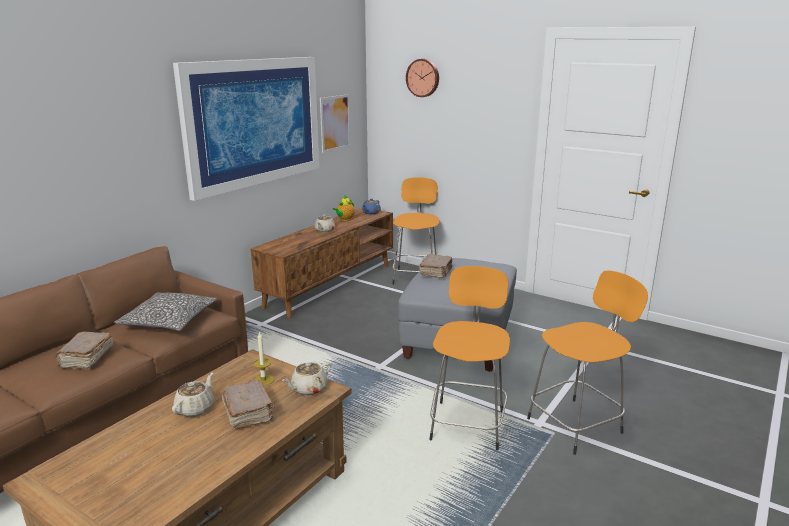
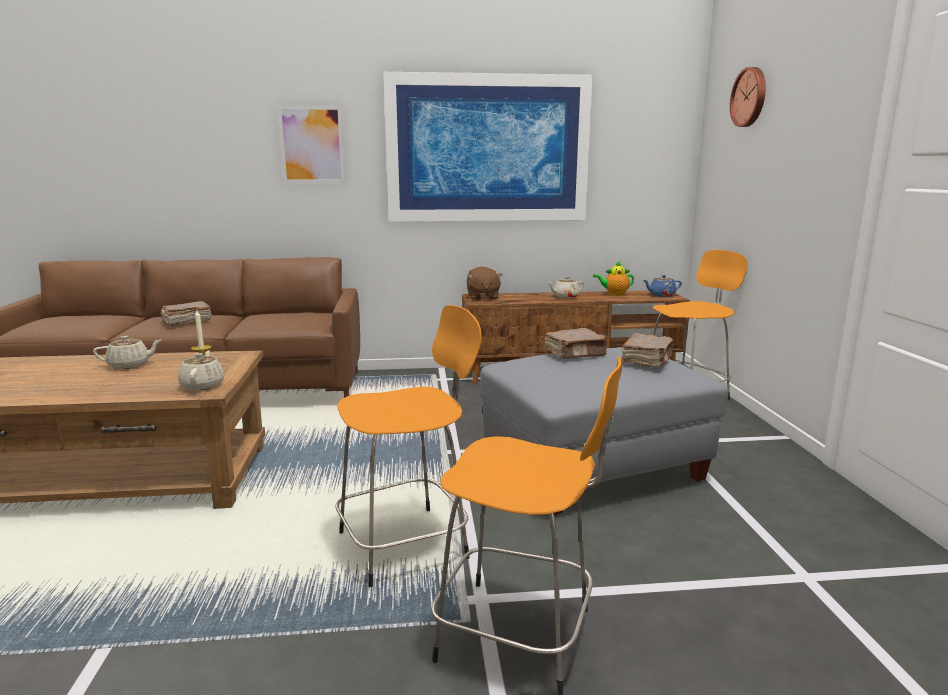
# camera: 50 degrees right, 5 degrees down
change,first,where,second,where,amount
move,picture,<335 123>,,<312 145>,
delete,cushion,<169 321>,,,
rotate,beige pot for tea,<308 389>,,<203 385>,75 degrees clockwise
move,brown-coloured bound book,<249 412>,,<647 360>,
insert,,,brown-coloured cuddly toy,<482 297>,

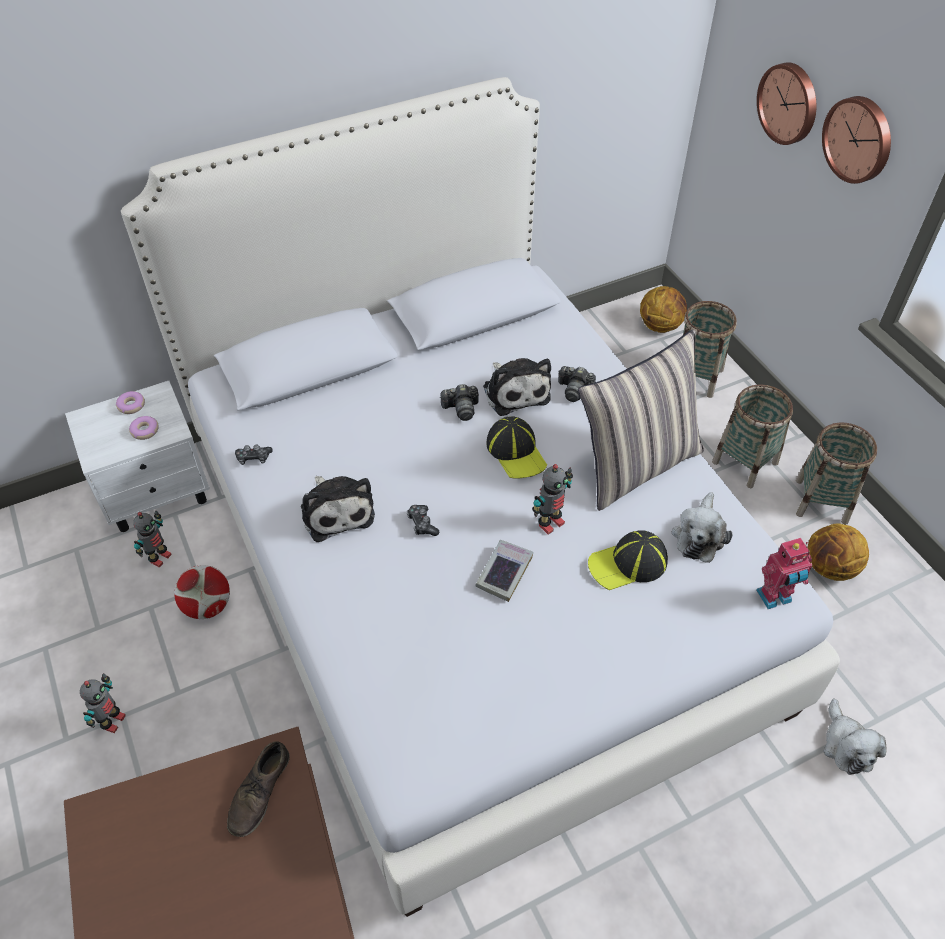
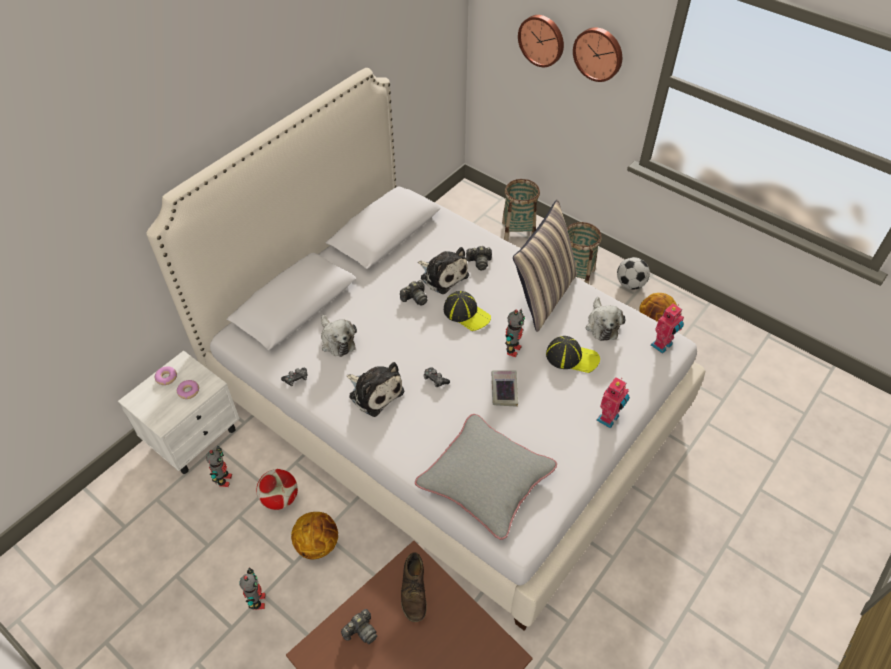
# camera: 25 degrees left, 0 degrees up
change,first,where,second,where,amount
move,basketball ball,<660 325>,,<318 544>,
replace,basket,<821 501>,ball for football,<630 284>,
rotate,peaked cap,<628 564>,,<572 357>,120 degrees counterclockwise
move,cuddly toy,<846 745>,,<337 341>,
insert,,,toy robot,<609 419>,
insert,,,greyish cushion,<486 479>,
insert,,,still camera,<361 631>,

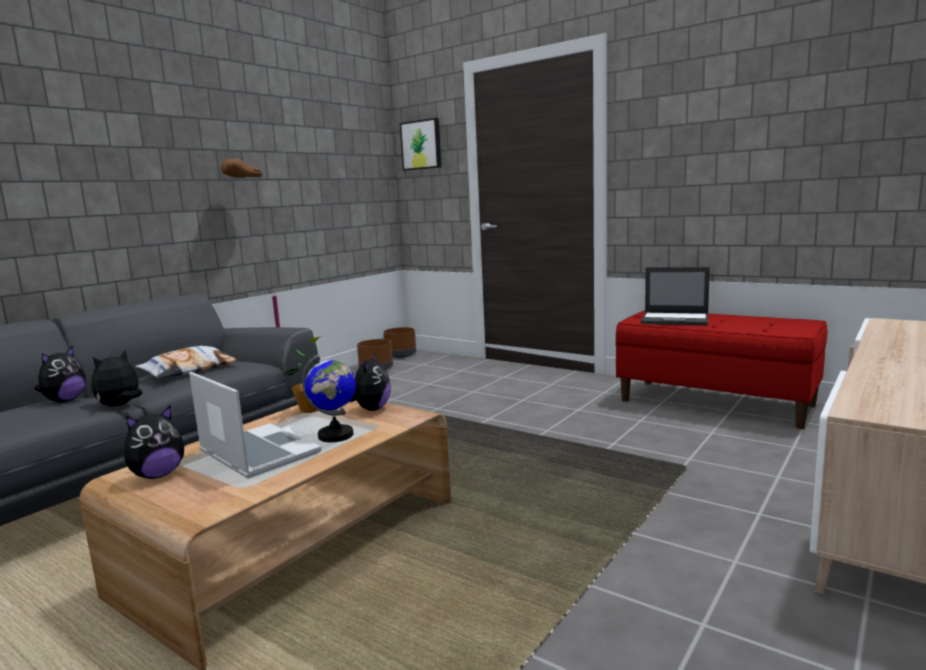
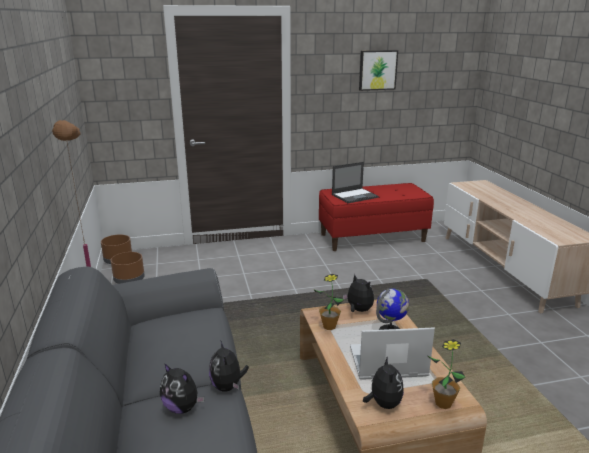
# camera: 50 degrees left, 10 degrees up
change,first,where,second,where,amount
move,picture,<421 145>,,<377 70>,
rotate,cuddly toy,<64 401>,,<182 407>,150 degrees clockwise
delete,cushion,<189 370>,,,
insert,,,houseplant,<443 403>,

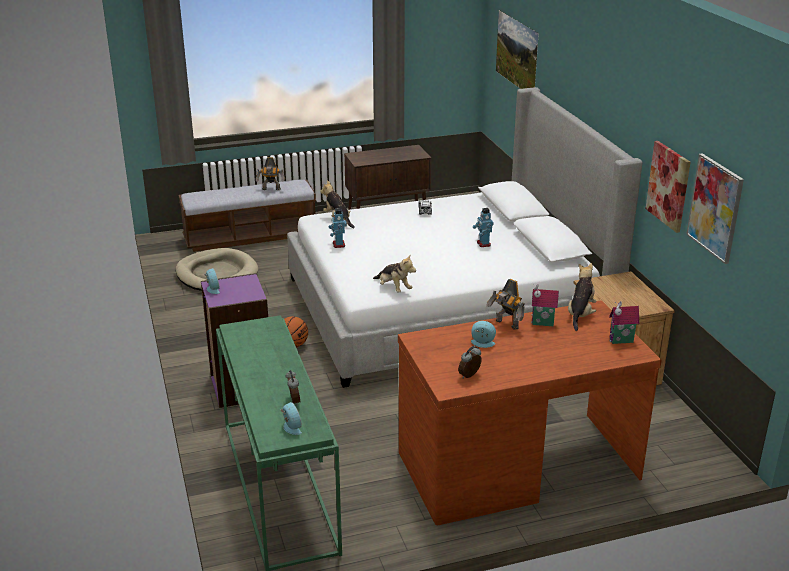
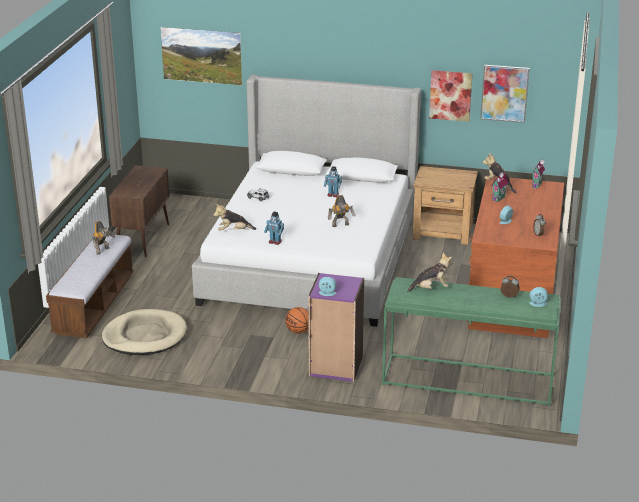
# camera: 60 degrees left, 0 degrees up
change,first,where,second,where,amount
move,cuddly toy,<393 288>,,<431 288>,
move,toy robot,<506 324>,,<341 225>,

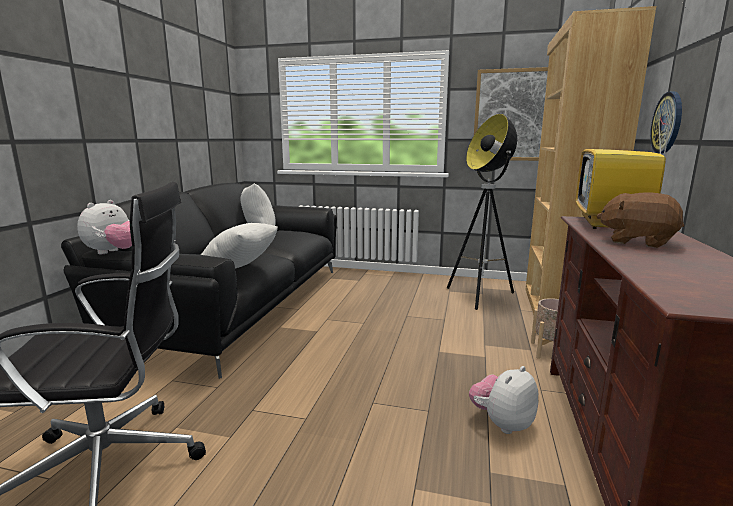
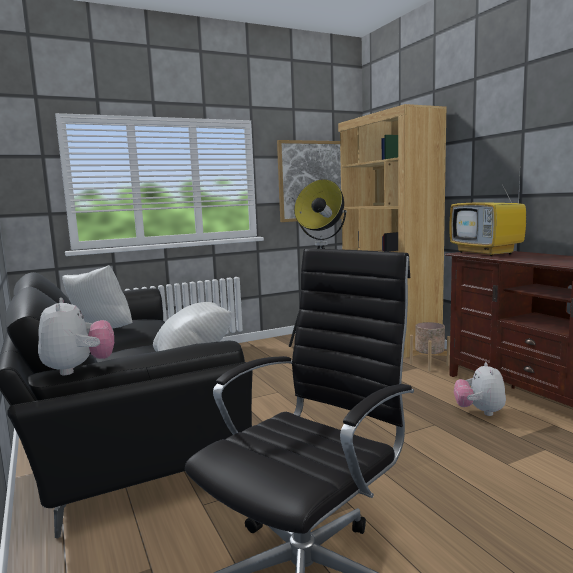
# camera: 40 degrees left, 5 degrees down
change,first,where,second,where,amount
delete,wall clock,<667 123>,,,
delete,brown-coloured cuddly toy,<637 241>,,,

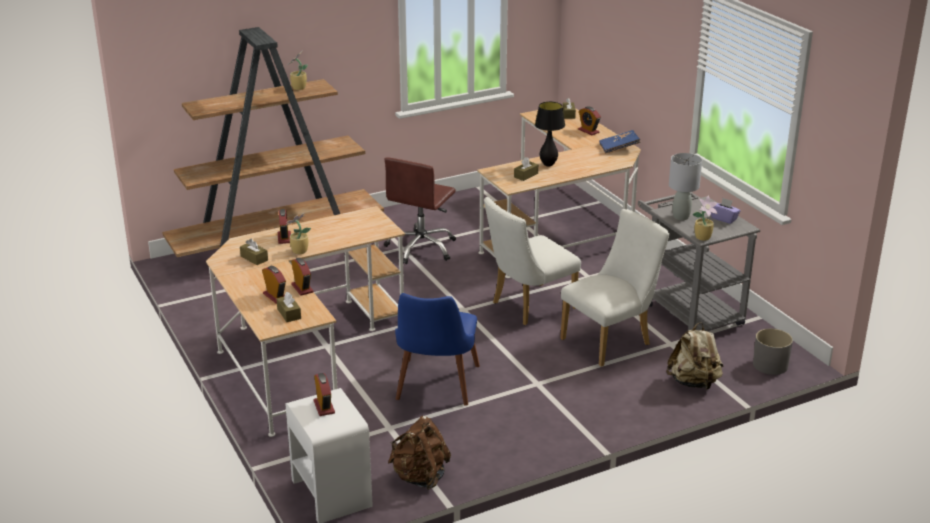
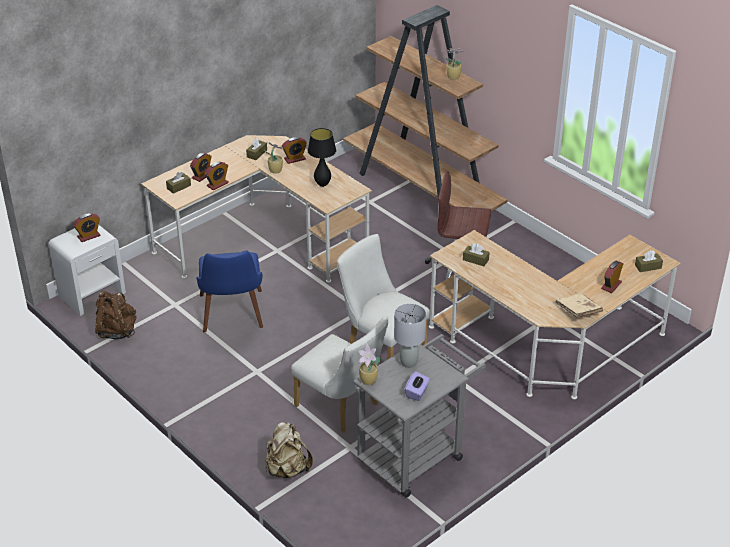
# camera: 75 degrees right, 10 degrees up
change,first,where,second,where,amount
move,black-coloured lamp for a table,<548 164>,,<322 184>,
recolor,blue-coloured bound book,<619 148>,beige bound book,<578 311>,
rotate,blue-coloured plain chair,<435 389>,,<232 317>,90 degrees counterclockwise
delete,greyish plant pot,<770 365>,,,

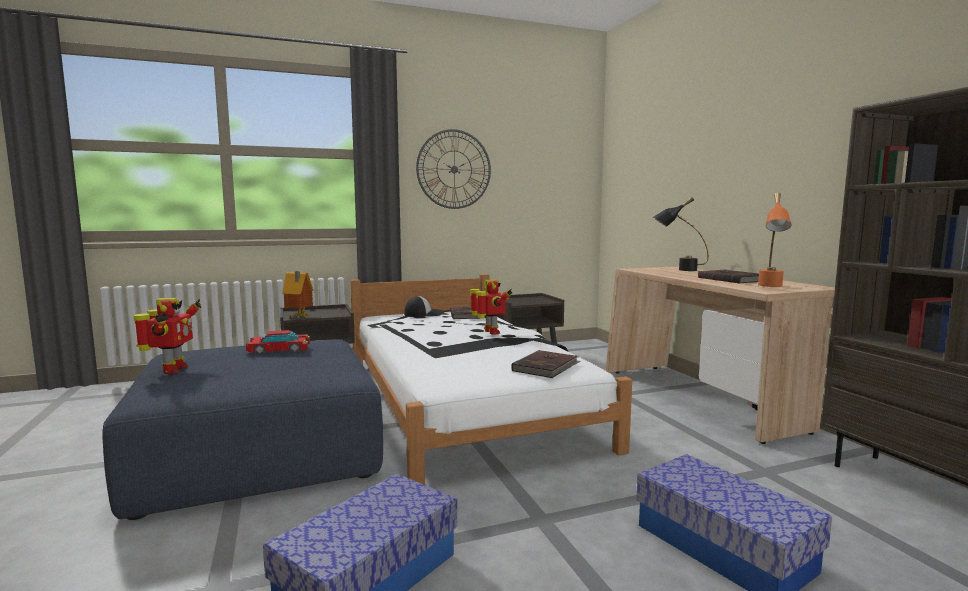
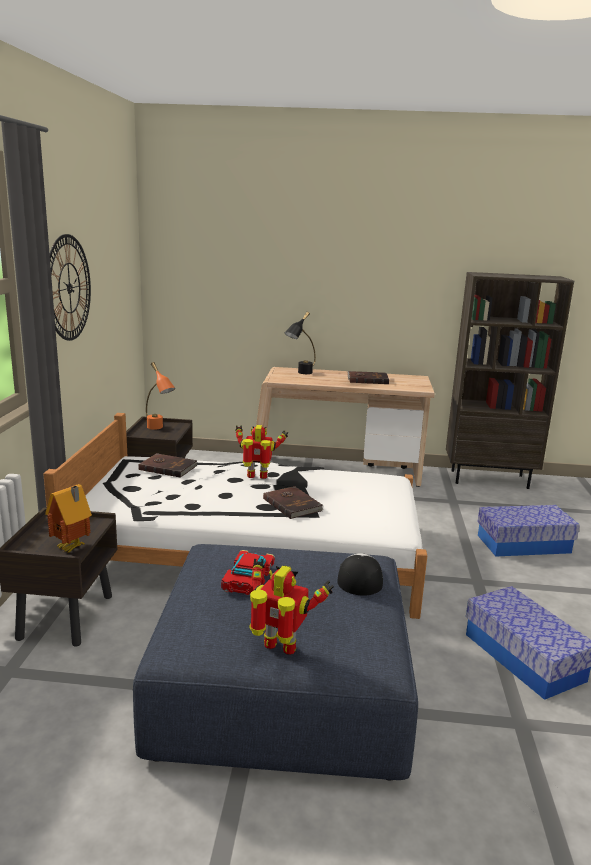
# camera: 65 degrees left, 10 degrees up
change,first,where,second,where,amount
move,orangey lamp for a table,<771 286>,,<158 429>,
move,peaked cap,<424 314>,,<359 577>,
move,brown-coloured bound book,<546 367>,,<293 504>,

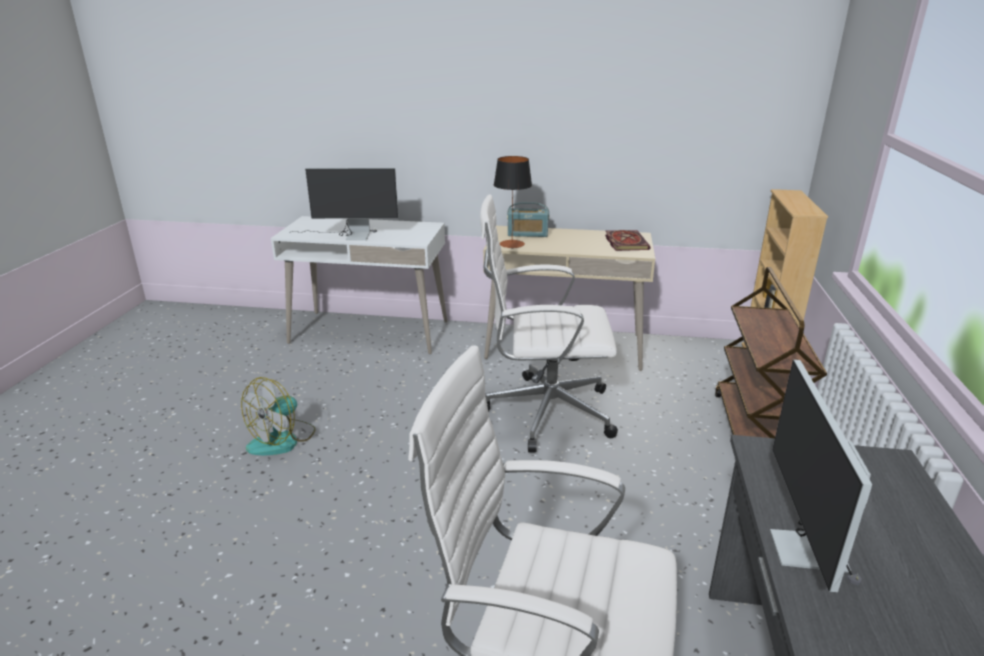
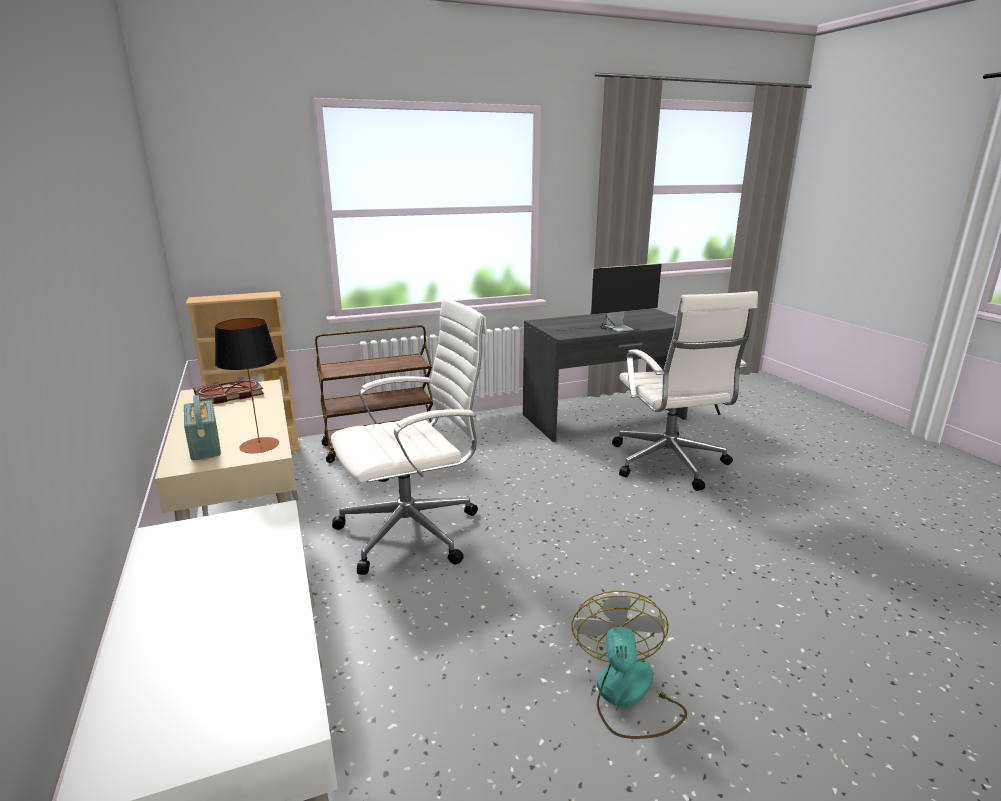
# camera: 120 degrees left, 5 degrees down
change,first,where,second,where,amount
delete,monitor,<349 235>,,,
rotate,white-coloured office chair,<544 412>,,<413 531>,90 degrees counterclockwise
rotate,fan,<282 440>,,<627 696>,90 degrees counterclockwise

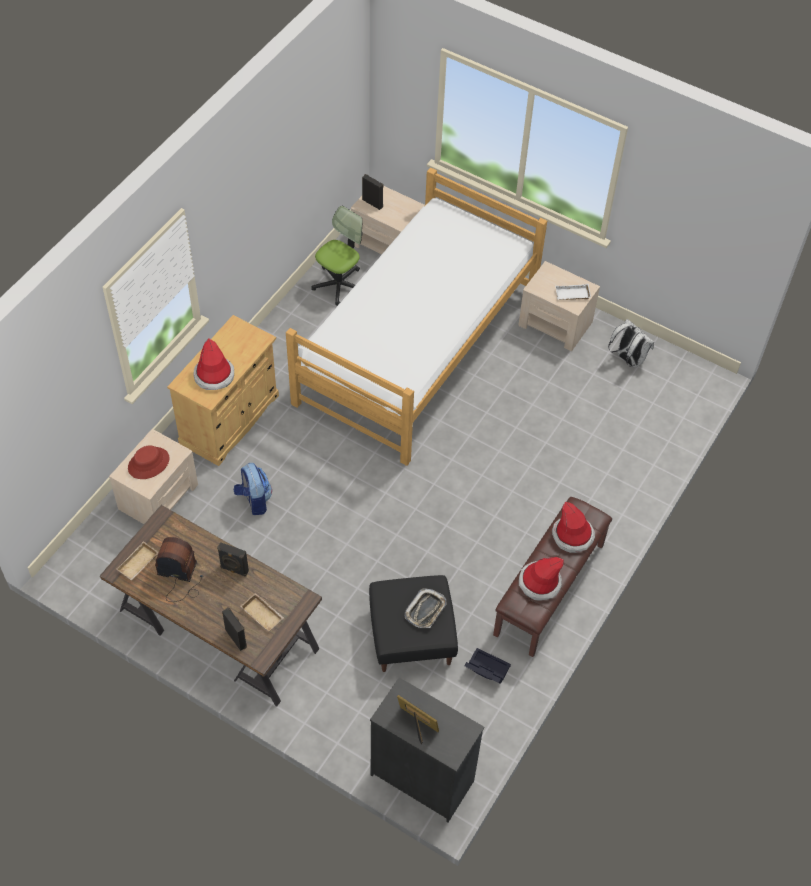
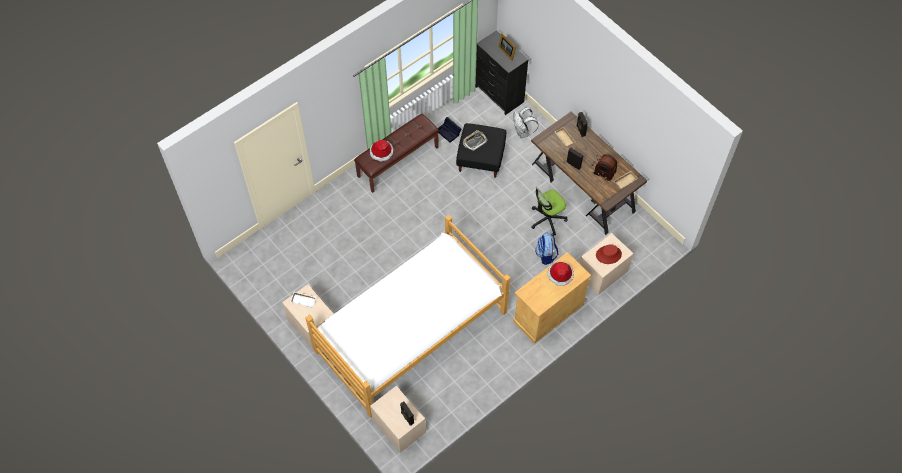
# camera: 160 degrees left, 5 degrees up
change,first,where,second,where,amount
move,office chair,<340 285>,,<547 219>,
move,white-coloured rucksack,<628 359>,,<523 132>,
delete,clothing hat,<539 583>,,,

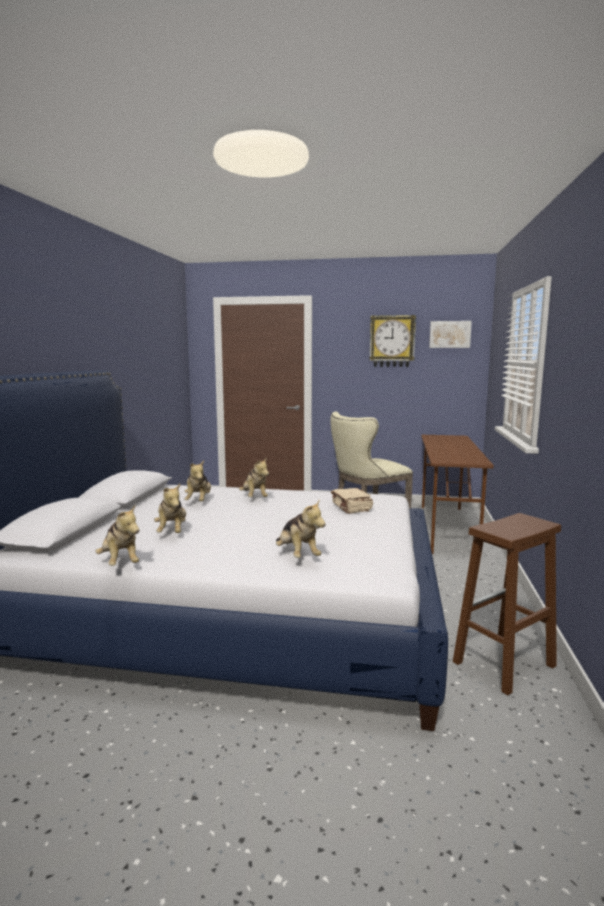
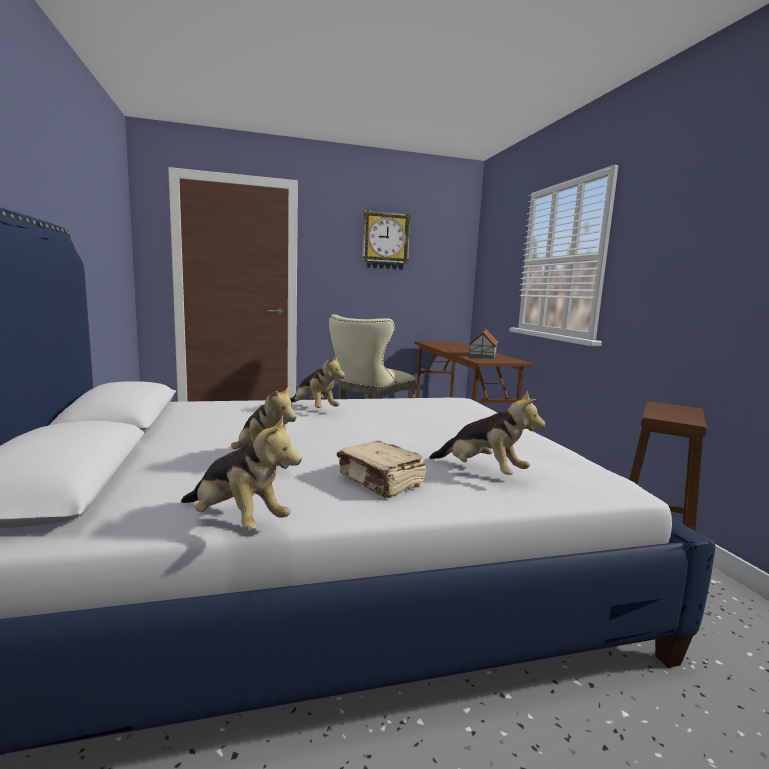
# camera: 25 degrees left, 0 degrees up
change,first,where,second,where,amount
delete,picture,<449 334>,,,
delete,cuddly toy,<199 501>,,,
move,beige bound book,<351 507>,,<381 481>,
insert,,,model house,<483 355>,

